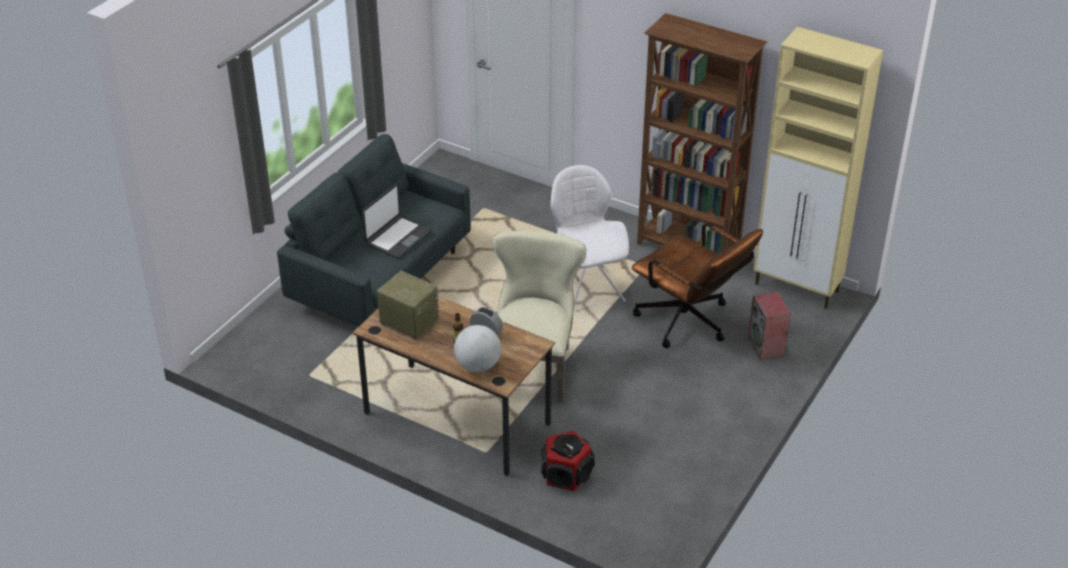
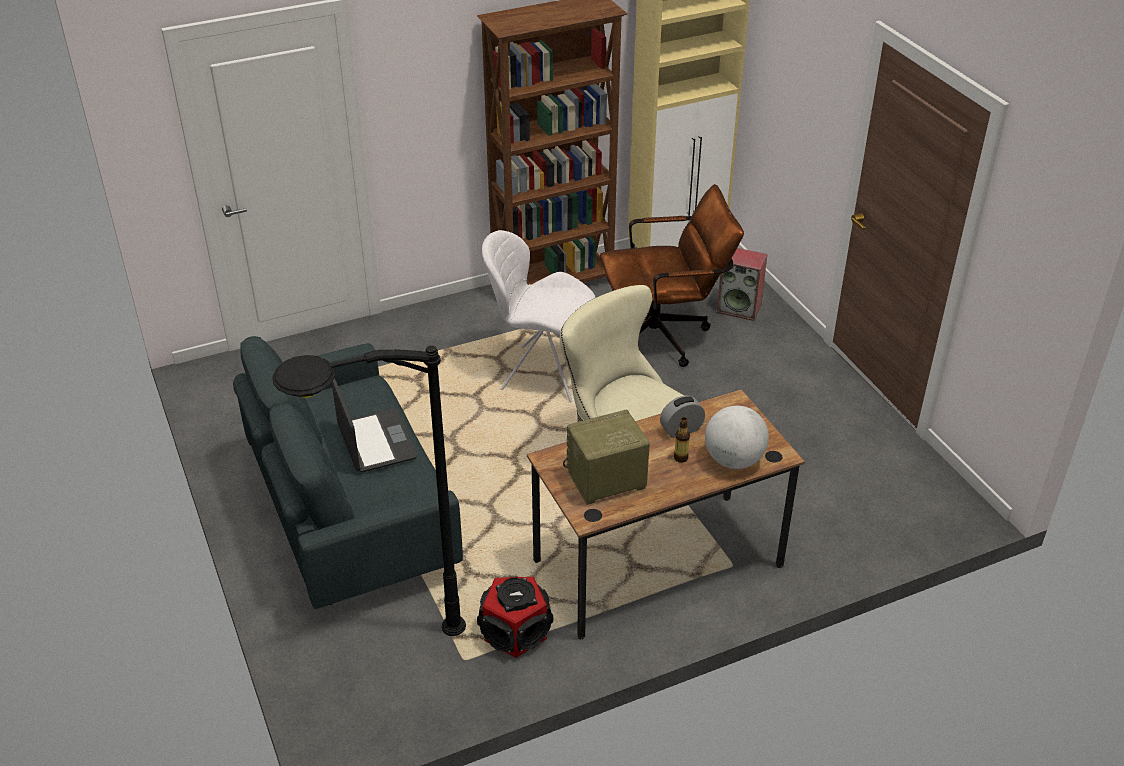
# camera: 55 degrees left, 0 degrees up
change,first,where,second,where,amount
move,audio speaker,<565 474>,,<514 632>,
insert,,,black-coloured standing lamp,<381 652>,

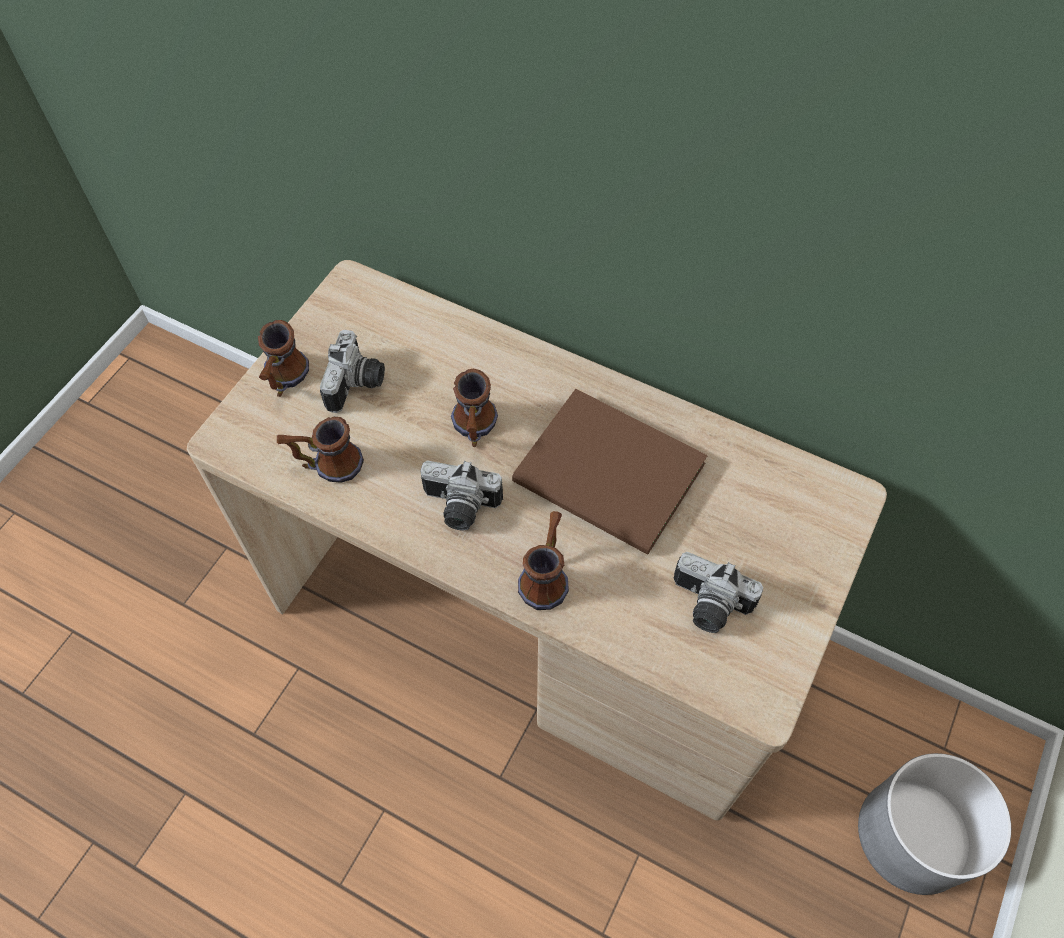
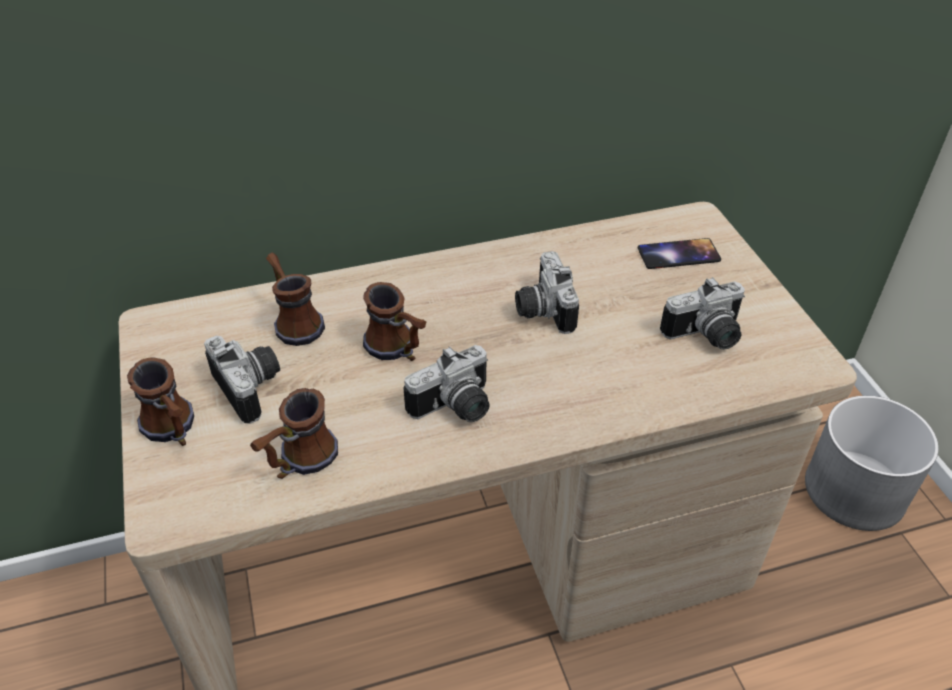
# camera: 45 degrees left, 15 degrees down
change,first,where,second,where,amount
replace,brown-coloured bound book,<611 478>,still camera,<541 310>,
move,coffee mug,<546 574>,,<294 321>,
insert,,,phone,<678 254>,

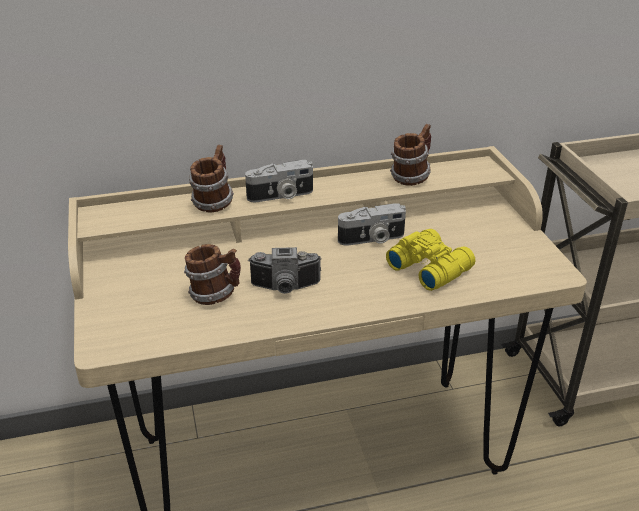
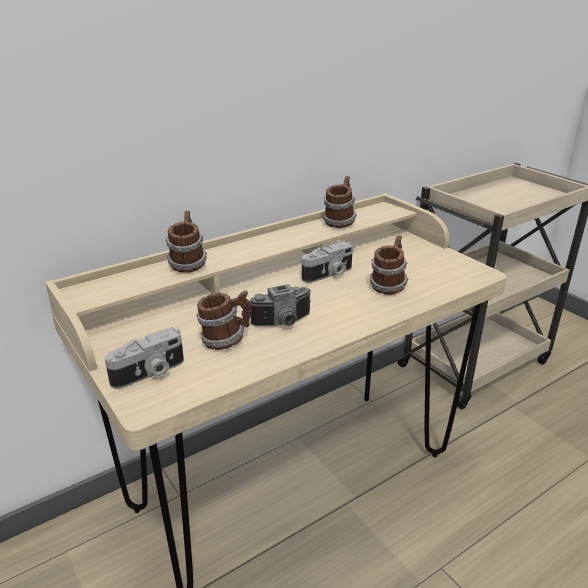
# camera: 20 degrees left, 5 degrees down
change,first,where,second,where,amount
move,still camera,<281 196>,,<149 373>,
replace,yellowish binoculars,<429 267>,coffee mug,<388 286>,

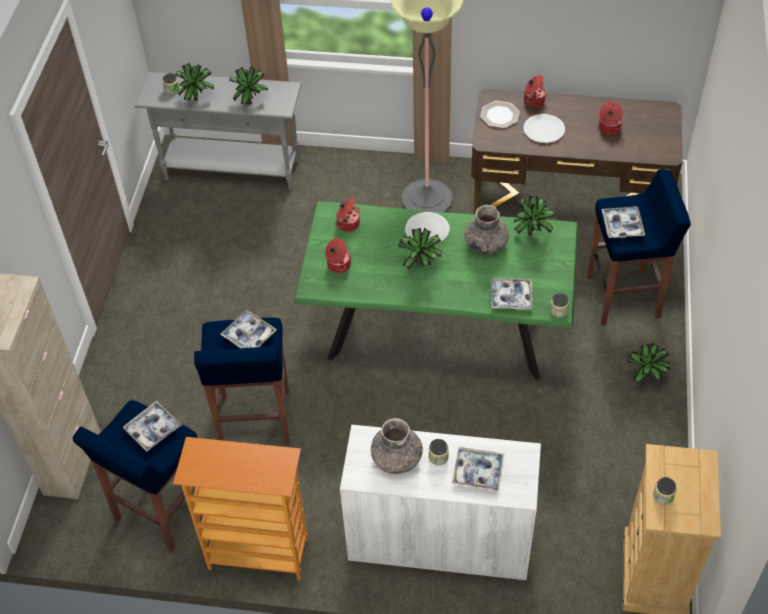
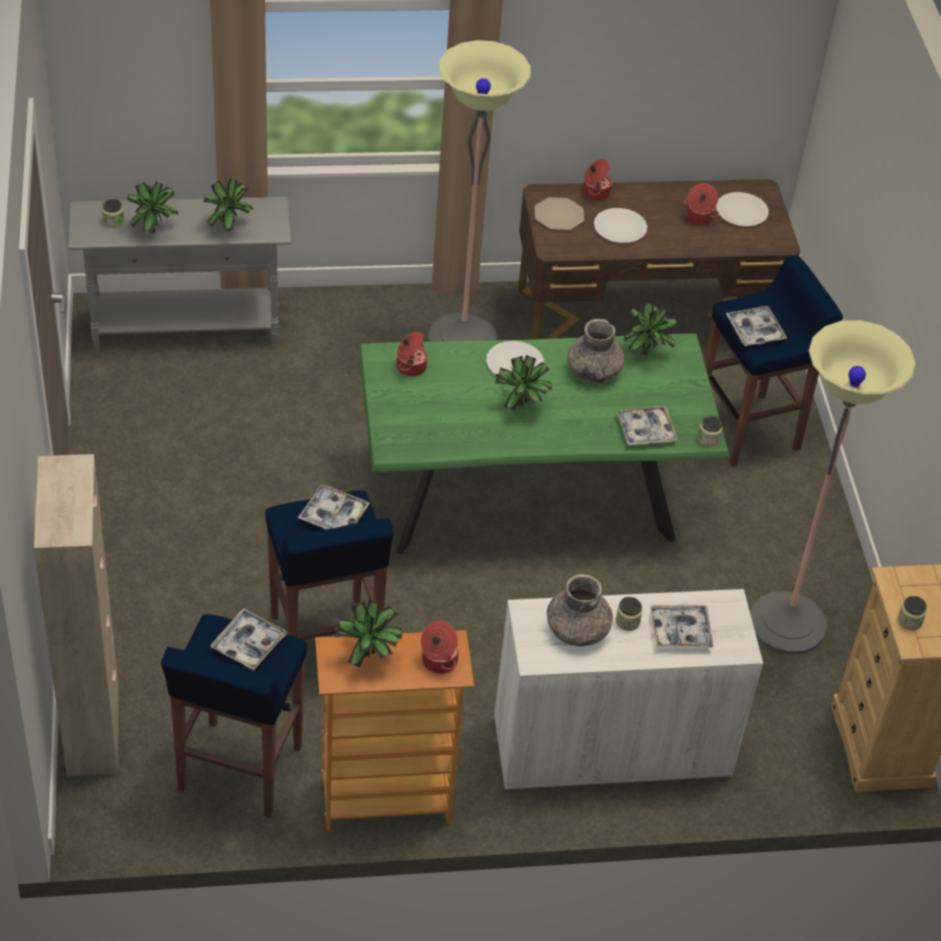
# camera: 20 degrees left, 5 degrees down
change,first,where,second,where,amount
move,stockpot,<338 265>,,<438 661>,
move,houseplant,<646 377>,,<369 658>,
insert,,,white-coloured flat dish,<741 211>,
insert,,,standing lamp,<787 624>,

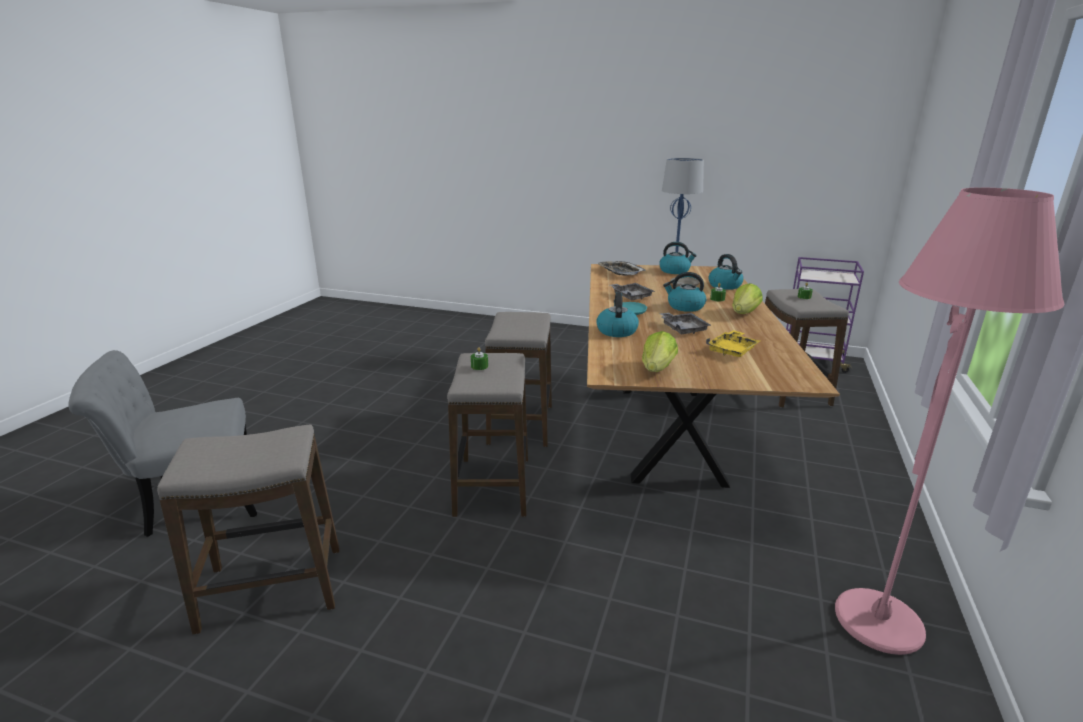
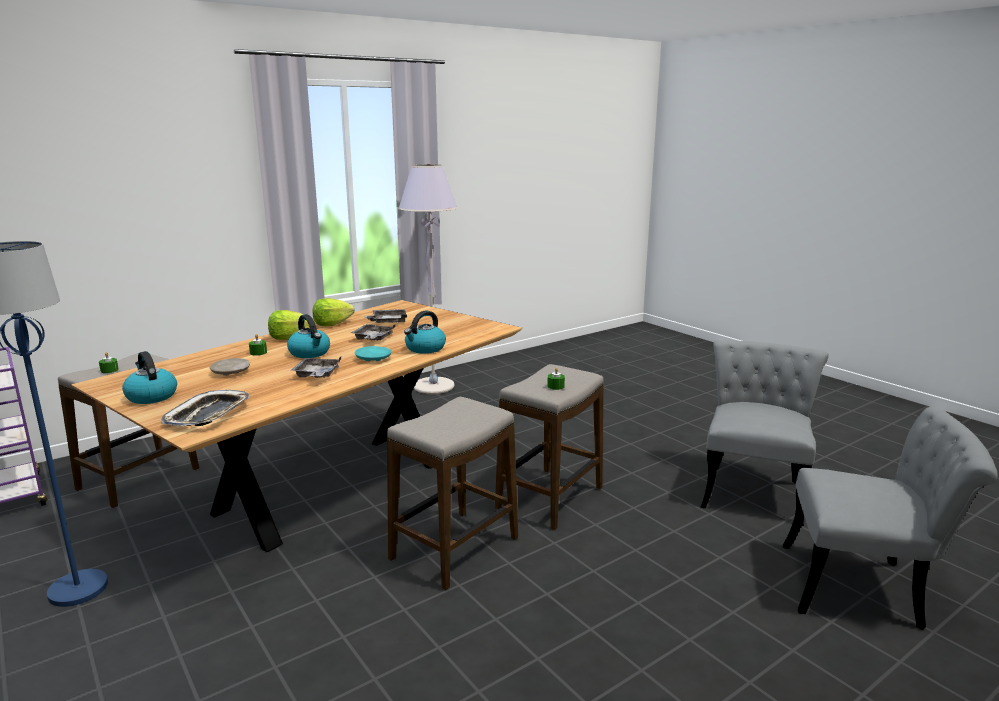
# camera: 145 degrees left, 5 degrees down
change,first,where,second,where,amount
recolor,pink-coloured standing lamp,<878 622>,greyish standing lamp,<434 387>,
delete,water kettle,<725 286>,,,
recolor,yellowish serving tray,<732 350>,greyish serving tray,<388 322>,
move,lettuce,<657 369>,,<332 324>,
replace,sitting stool,<273 589>,greyish plain chair,<753 488>,

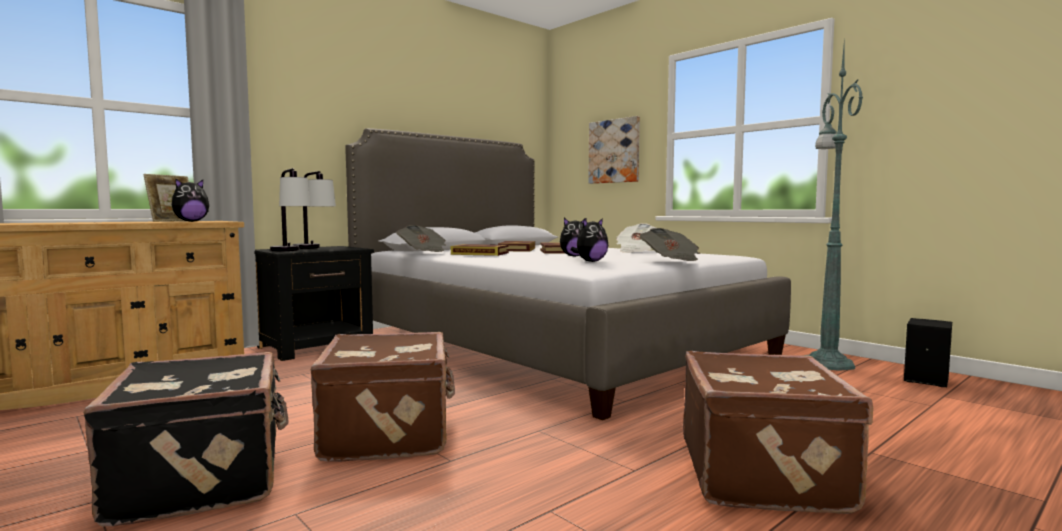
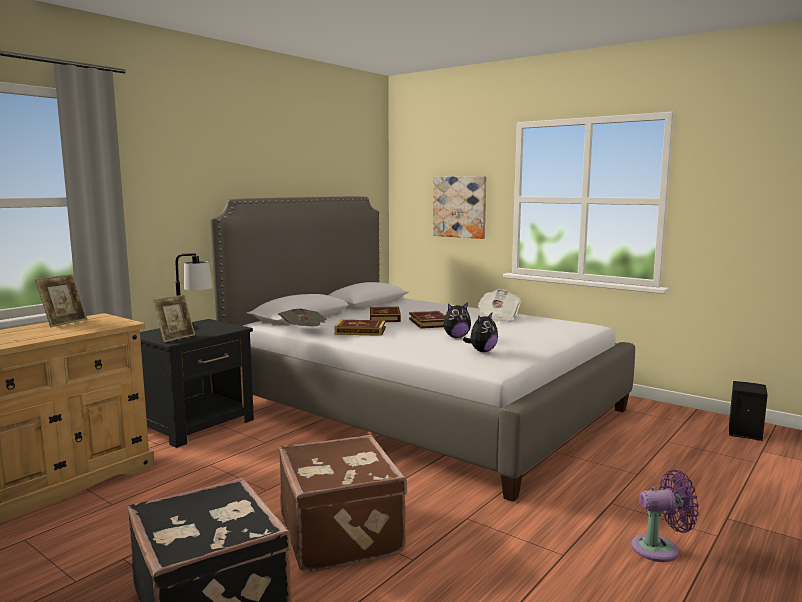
# camera: 10 degrees left, 5 degrees up
change,first,where,second,where,amount
delete,green standing lamp,<827 363>,,,
replace,lamp for a table,<291 251>,photo frame,<175 338>,
delete,cuddly toy,<190 221>,,,
delete,daily paper,<671 262>,,,
replace,brown-coloured travel case,<765 474>,purple-coloured fan,<660 549>,

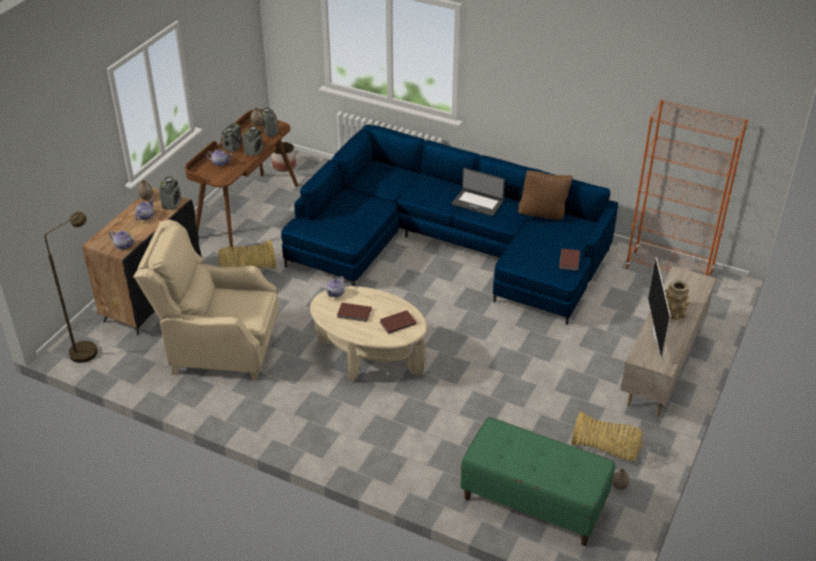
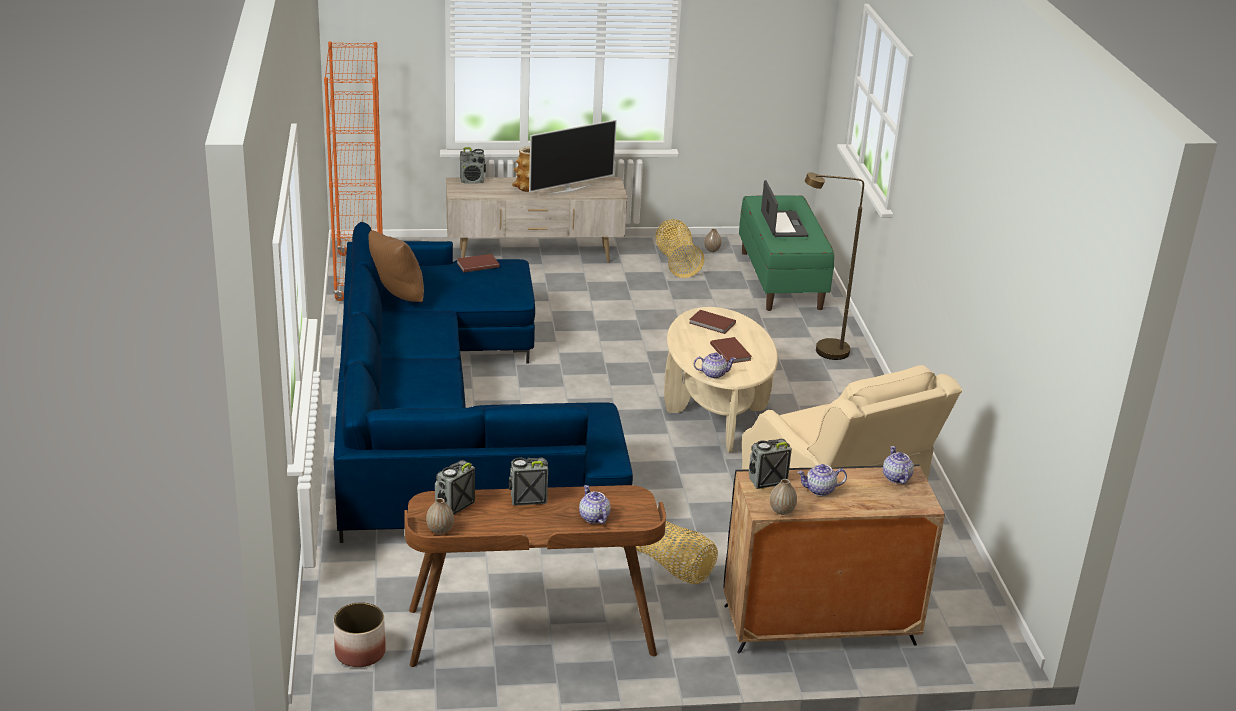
# camera: 125 degrees left, 10 degrees down
change,first,where,second,where,amount
move,radio set,<232 147>,,<472 181>,
move,notebook computer,<477 203>,,<783 224>,
move,brown-coloured standing lamp,<89 348>,,<822 351>,

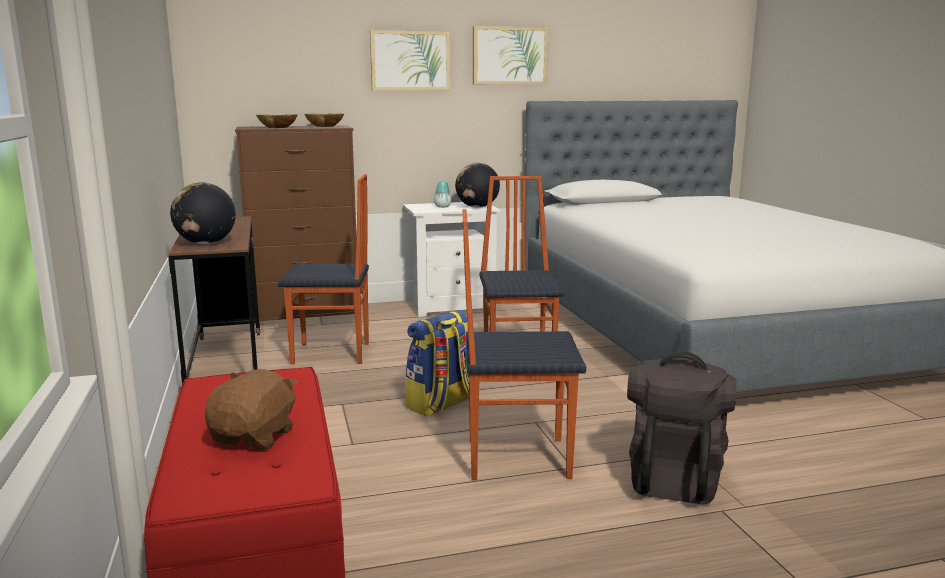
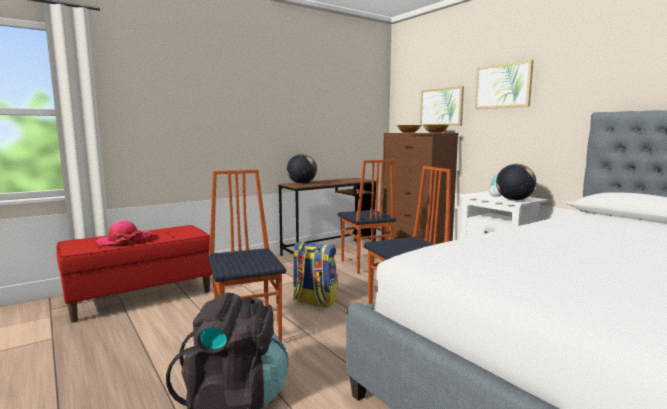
# camera: 70 degrees right, 5 degrees down
change,first,where,second,where,amount
move,picture,<509 56>,,<441 107>,
replace,brown-coloured cuddly toy,<255 437>,clothing hat,<124 240>,

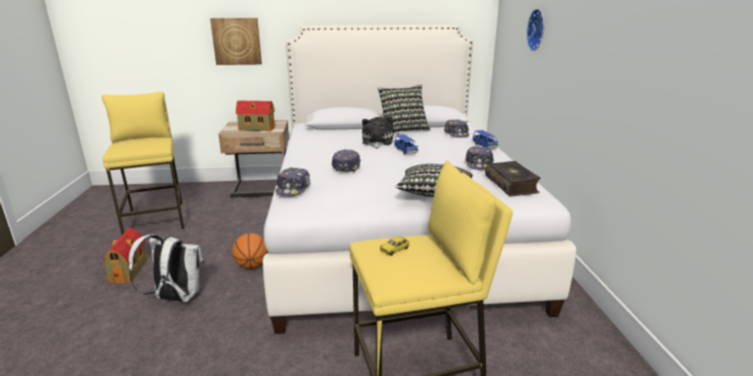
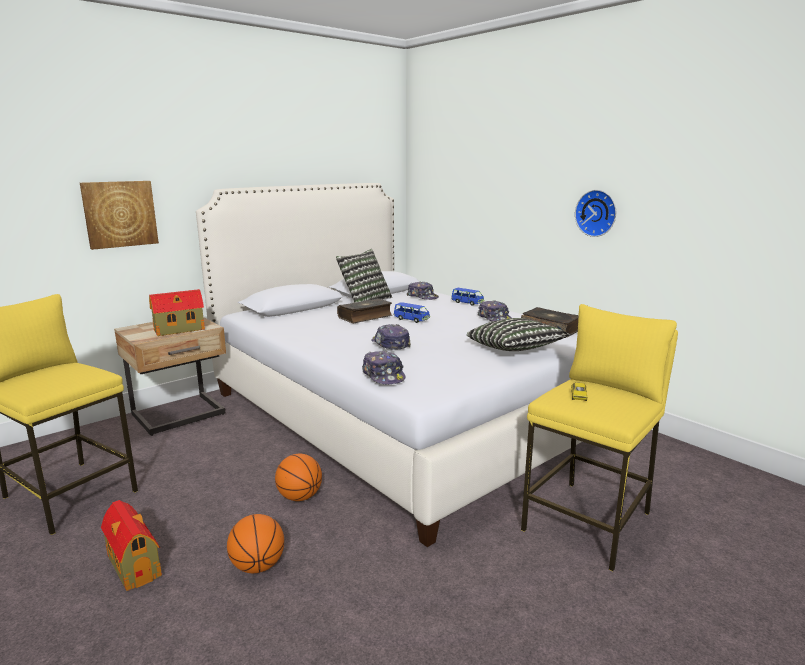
# camera: 35 degrees left, 5 degrees down
change,first,where,second,where,amount
move,wall clock,<538 30>,,<597 213>,
replace,cuddly toy,<377 142>,bound book,<365 317>,
replace,white-coloured rucksack,<175 298>,basketball ball,<258 566>,

